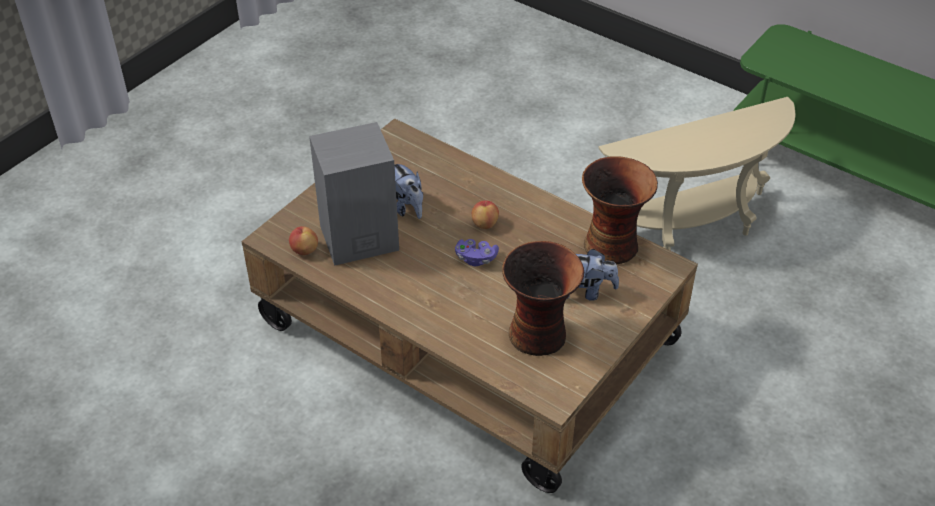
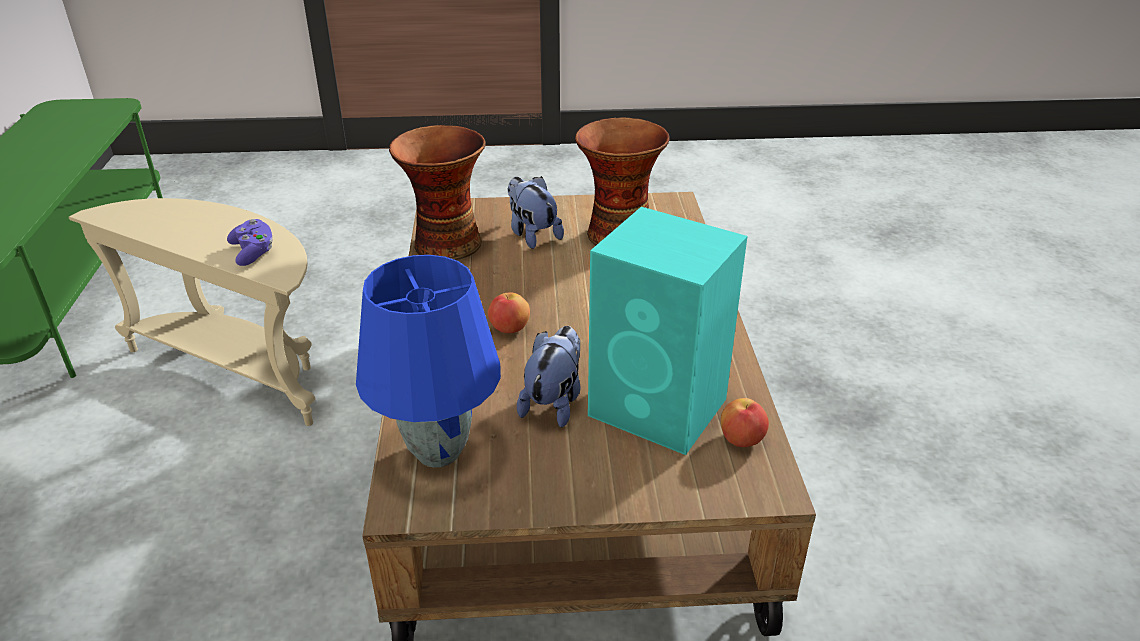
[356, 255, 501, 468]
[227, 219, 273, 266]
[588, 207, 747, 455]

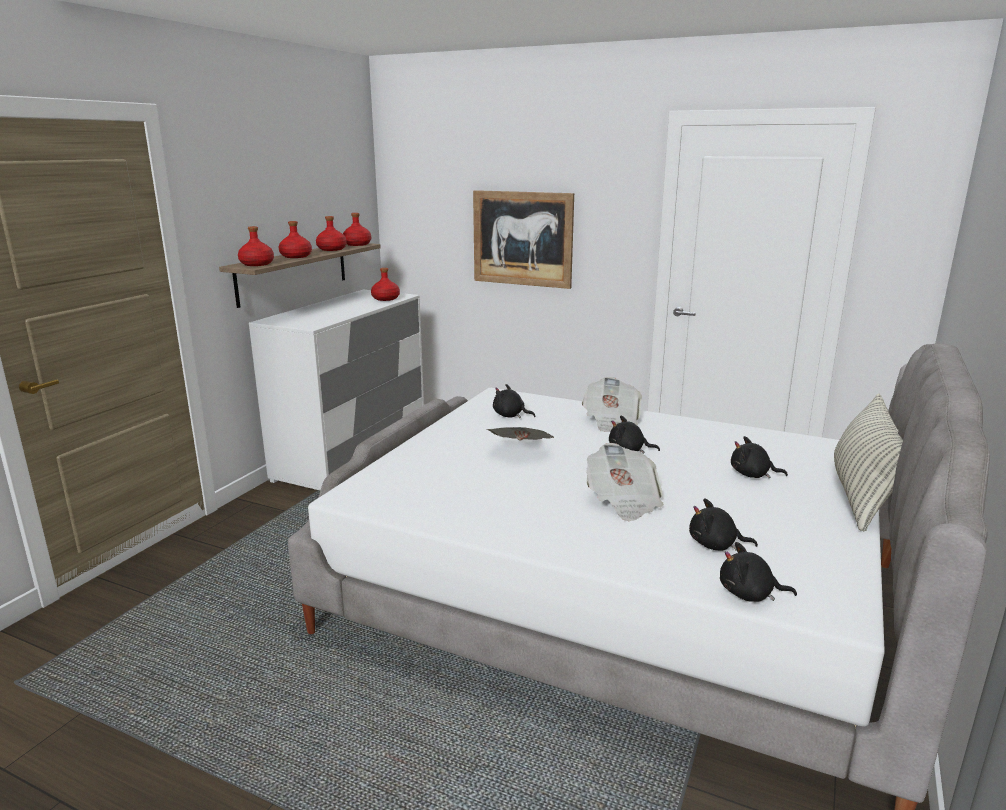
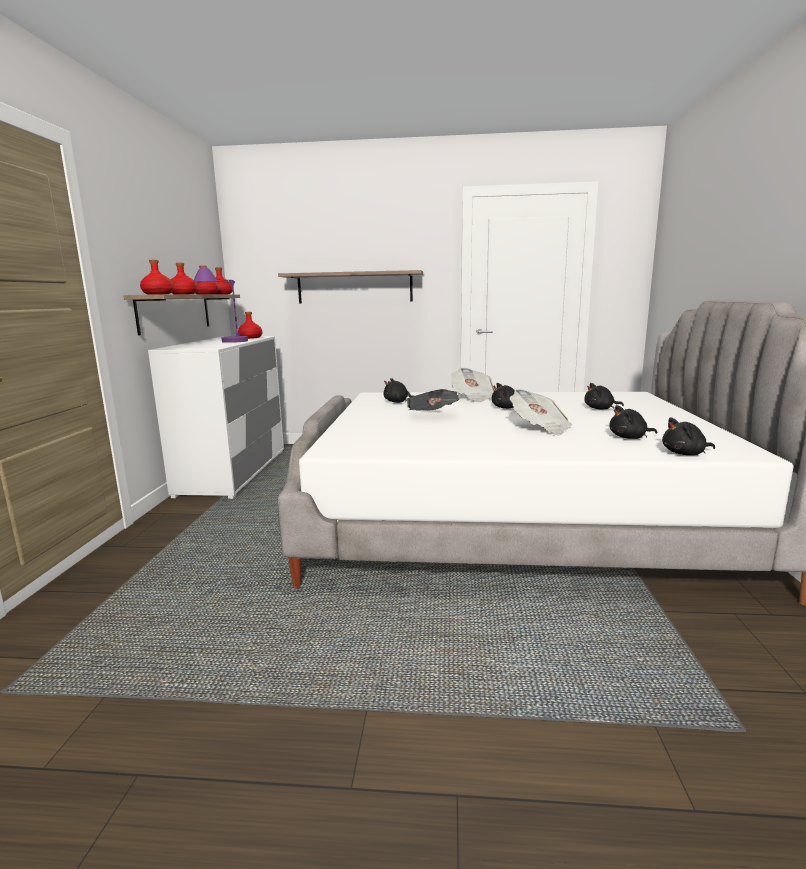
[834, 394, 903, 532] (first image)
[193, 267, 248, 343]
[278, 270, 423, 304]

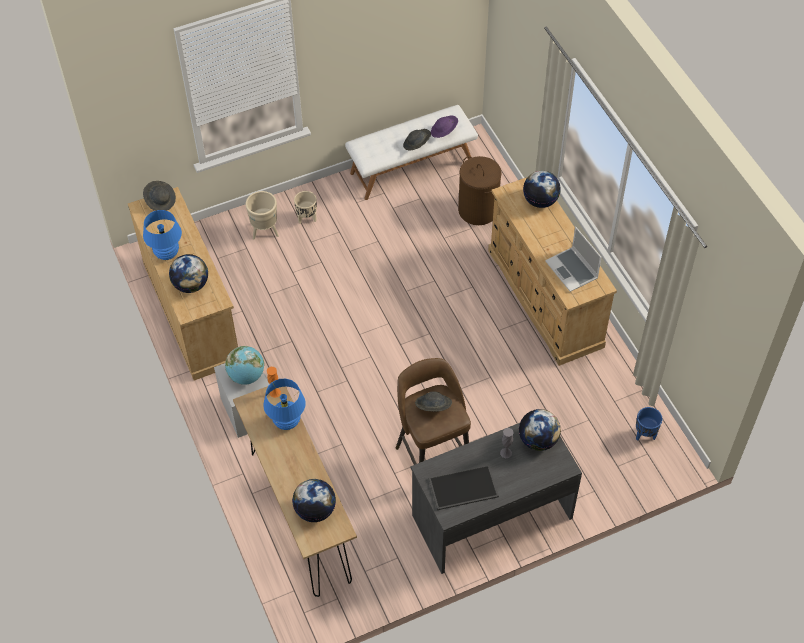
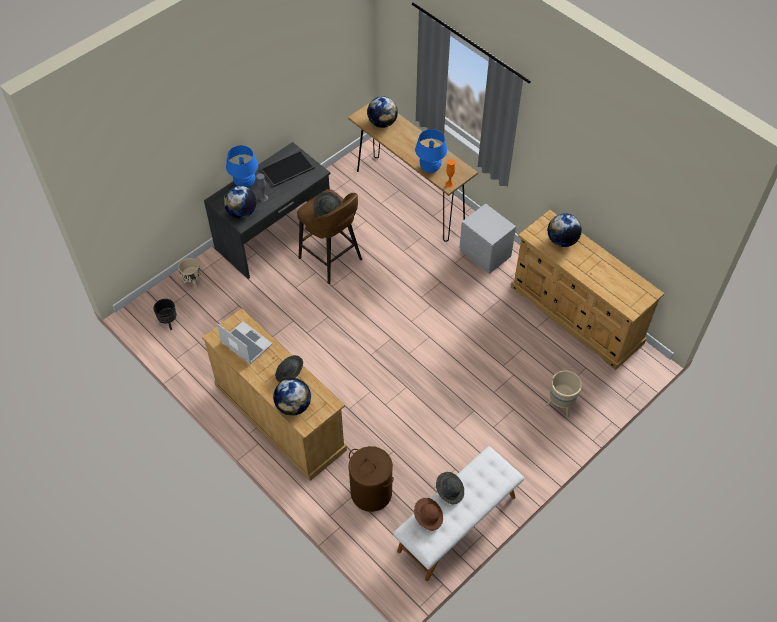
[225, 346, 265, 385] (first image)
[275, 355, 303, 382]
[226, 145, 258, 188]
[178, 258, 200, 289]
[414, 498, 443, 531]
[154, 299, 176, 330]

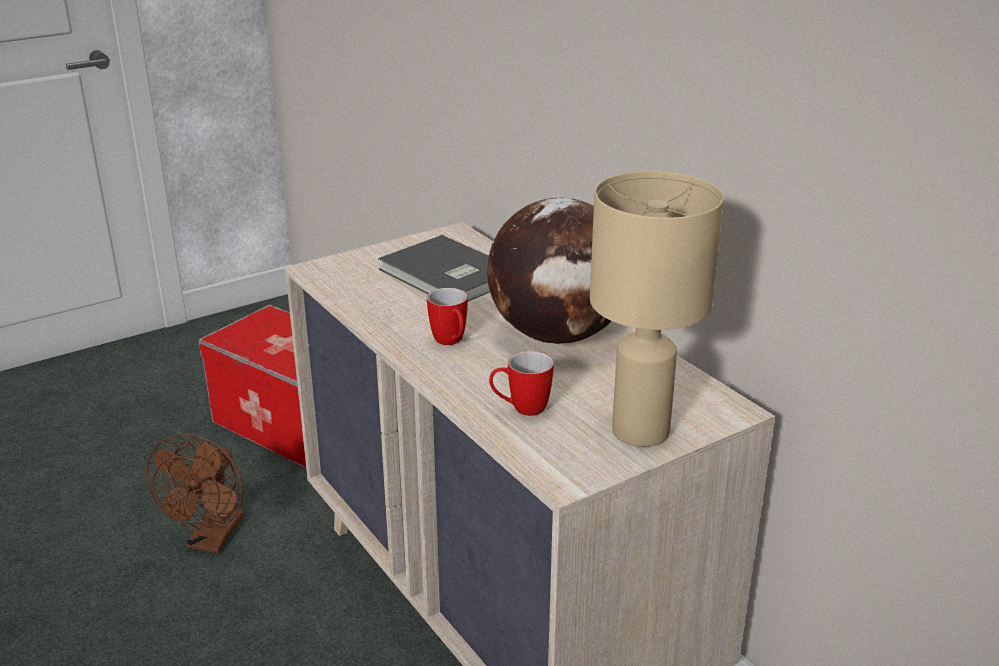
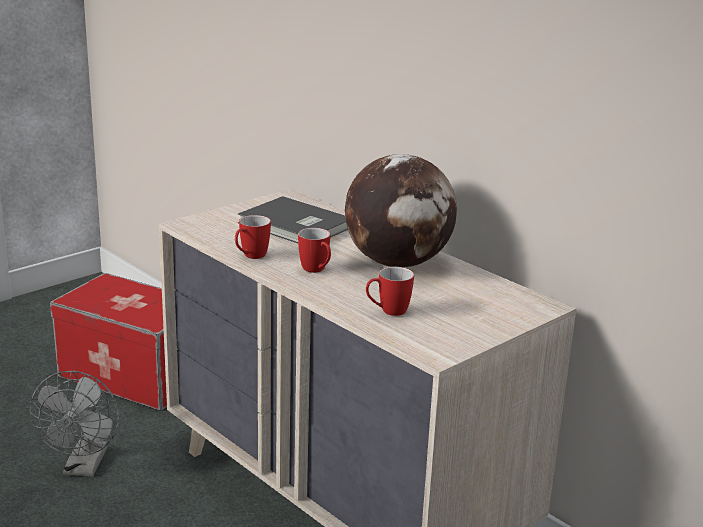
[590, 171, 724, 447] (first image)
[235, 215, 271, 259]
[30, 371, 120, 477]

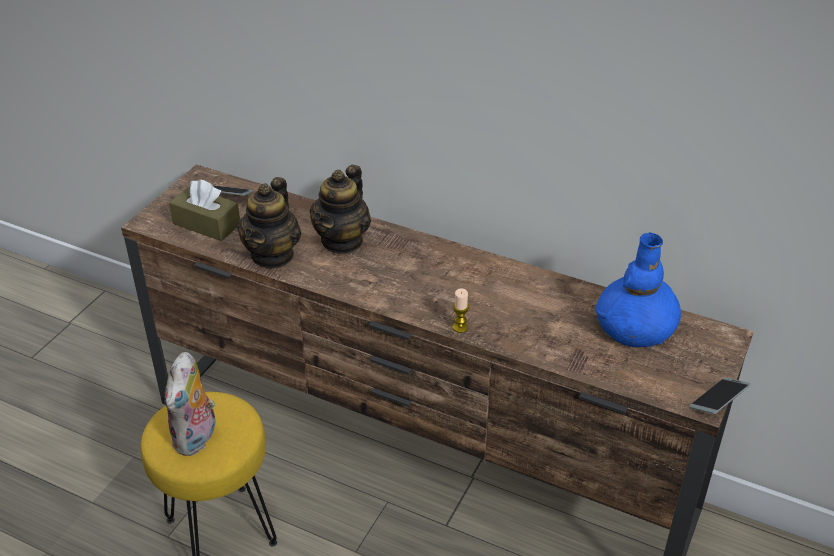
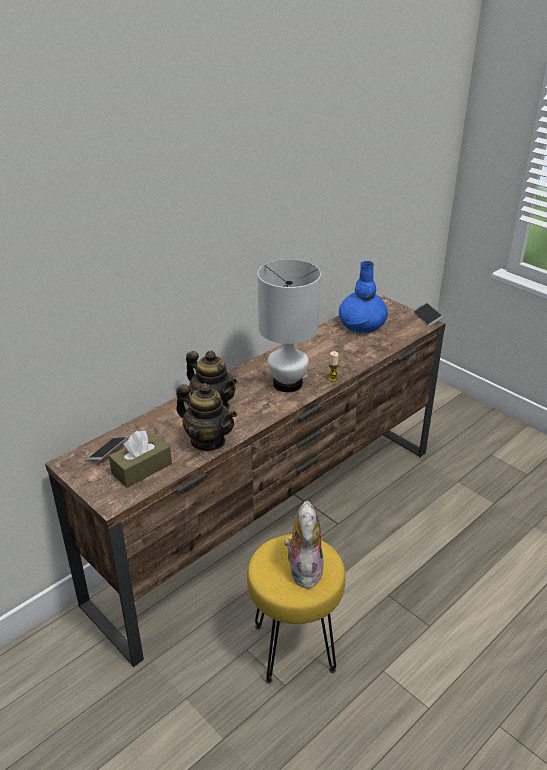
[258, 259, 321, 392]
[284, 501, 324, 590]

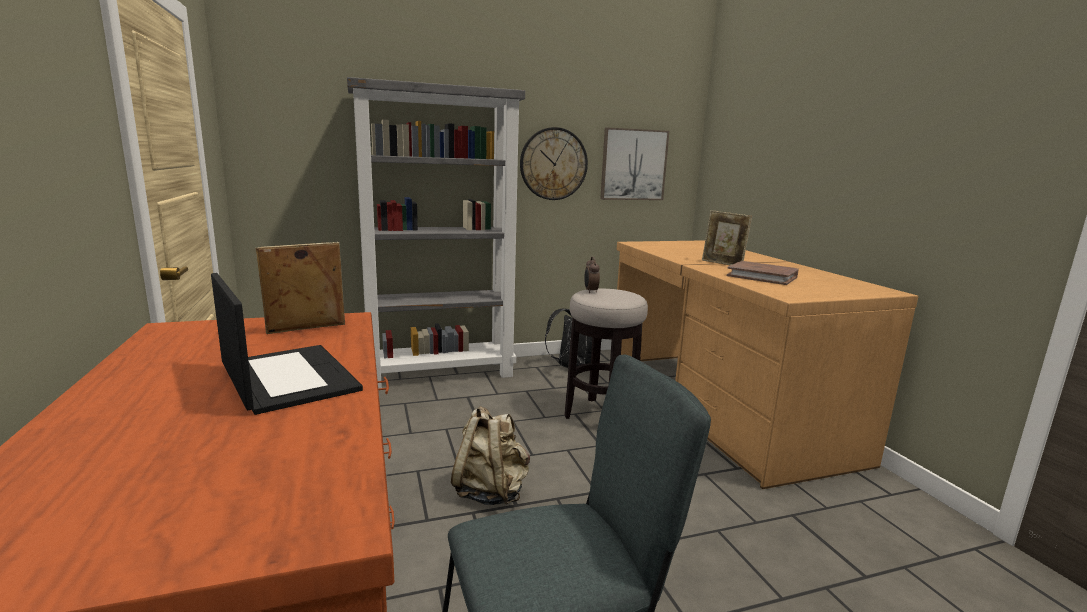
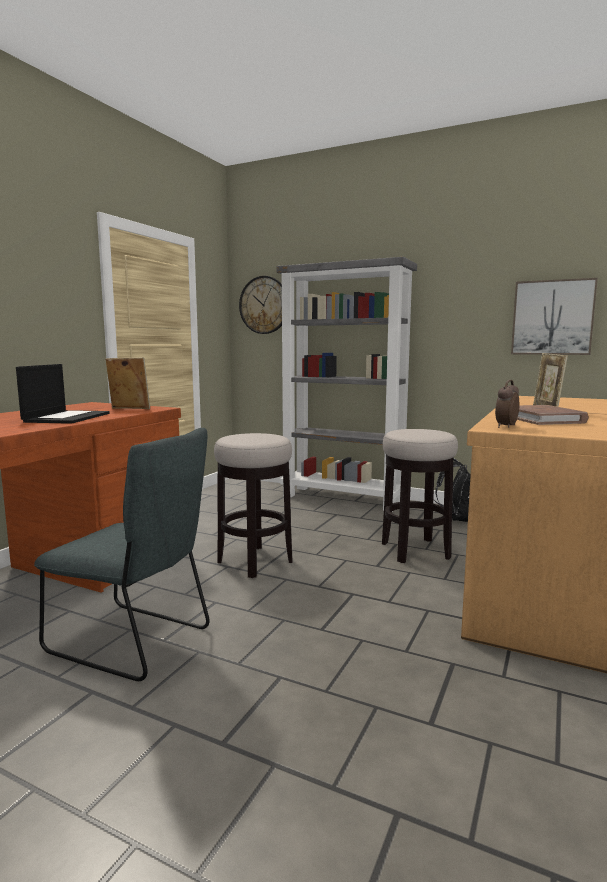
[239, 276, 282, 334]
[495, 380, 519, 428]
[214, 433, 292, 578]

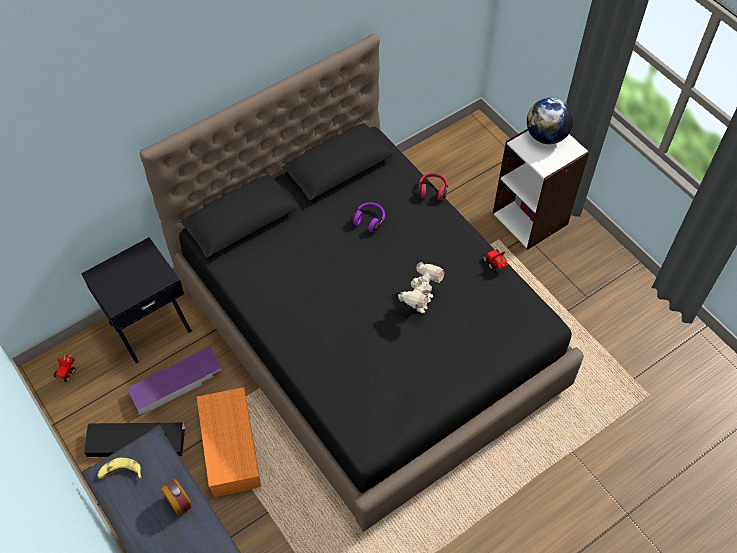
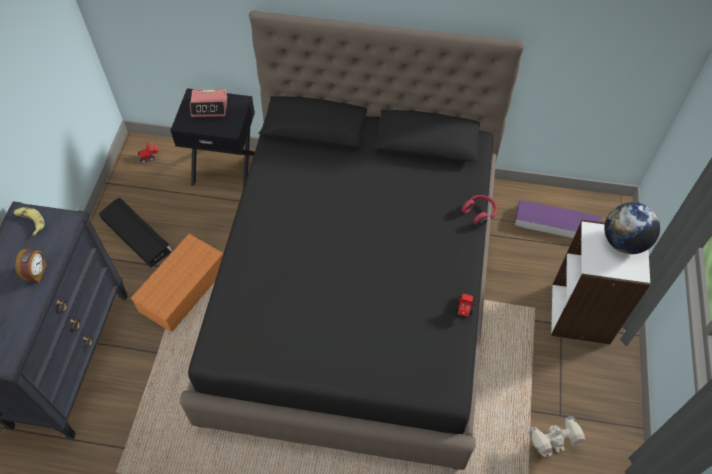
[351, 203, 385, 232] (first image)
[190, 89, 227, 117]
[514, 200, 601, 238]
[529, 416, 585, 457]

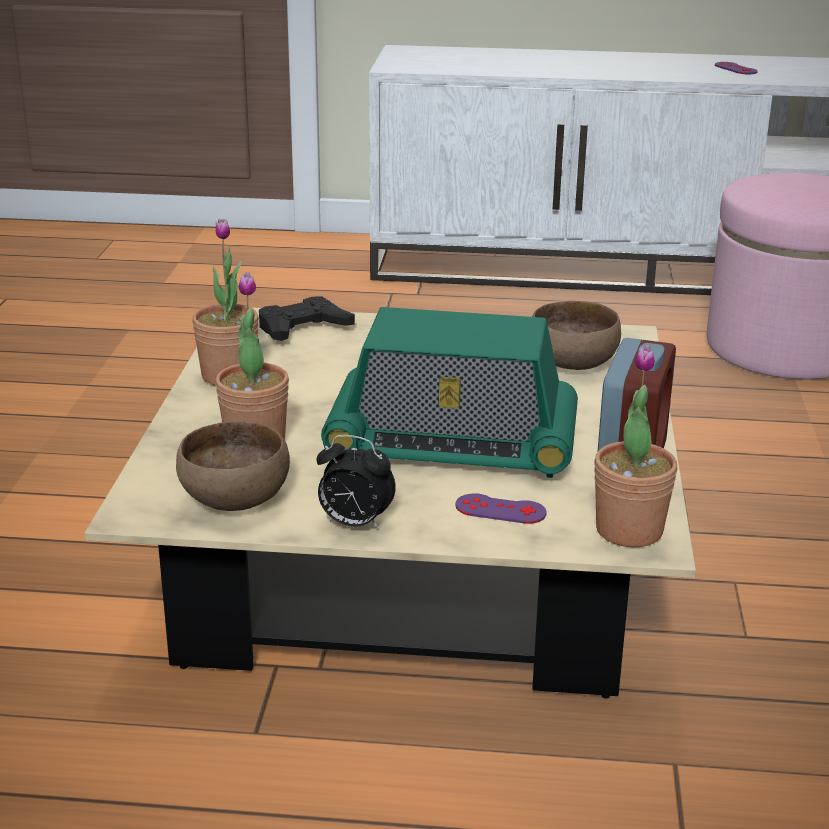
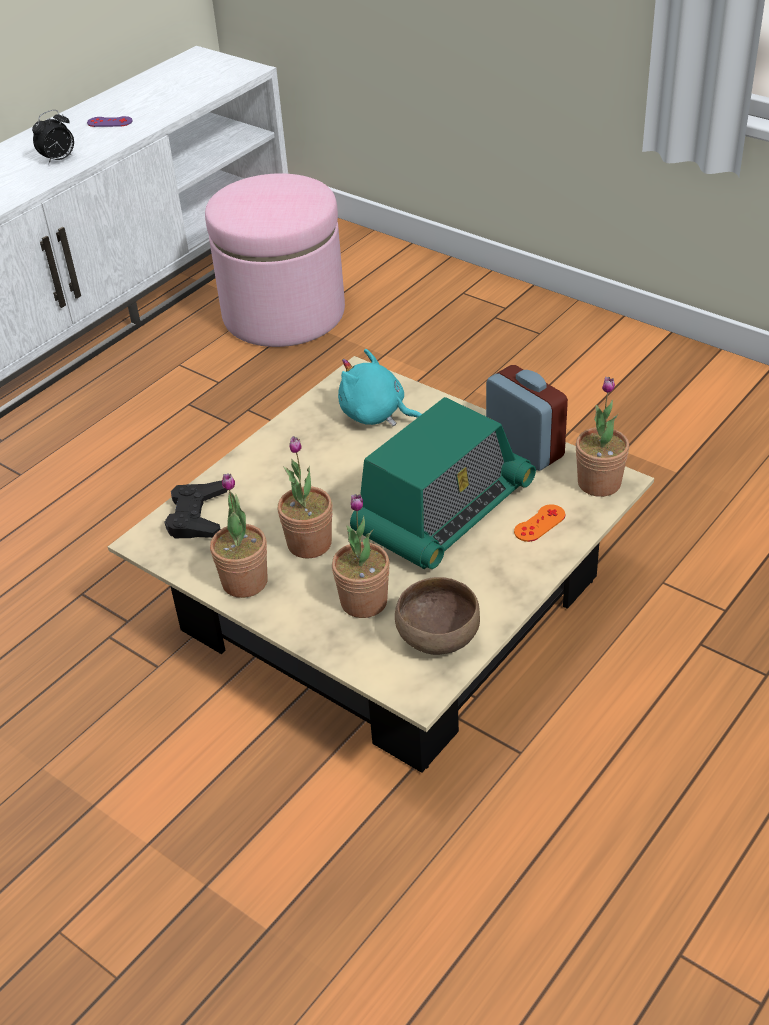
[278, 436, 332, 559]
[32, 110, 74, 165]
[338, 349, 422, 427]
[514, 504, 565, 542]

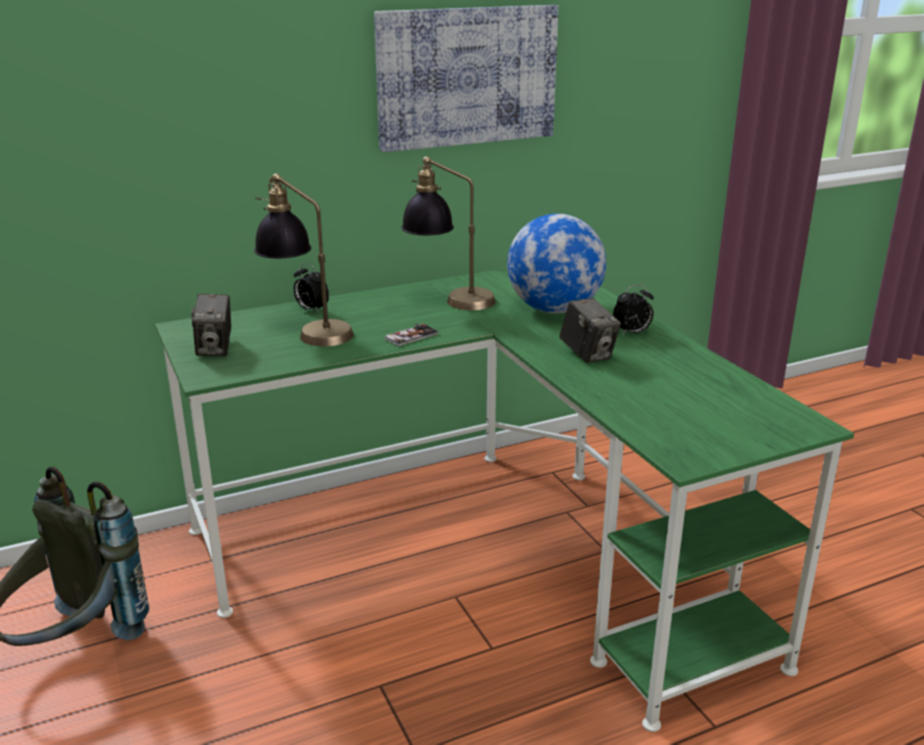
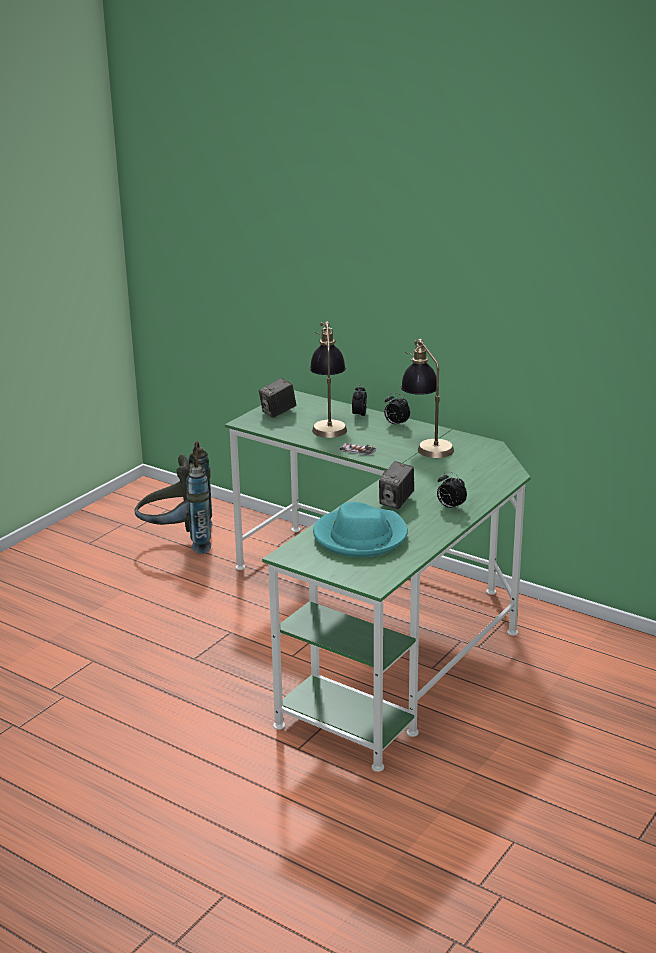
[374, 5, 558, 152] (first image)
[507, 214, 606, 313] (first image)
[313, 502, 408, 557]
[384, 393, 410, 427]

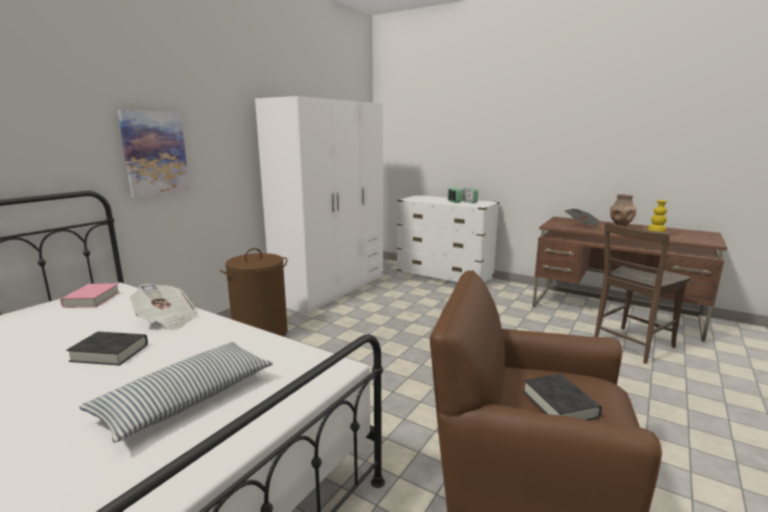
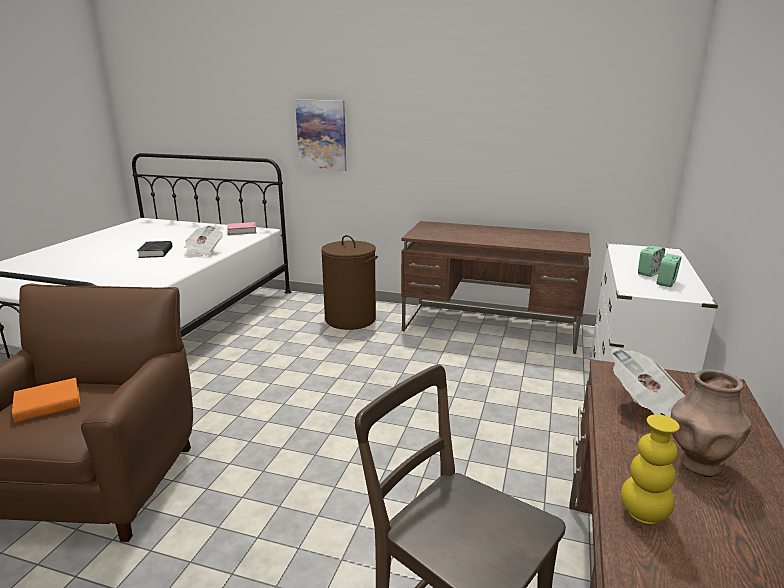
[79, 342, 273, 443] (first image)
[401, 221, 591, 354]
[12, 378, 80, 423]

